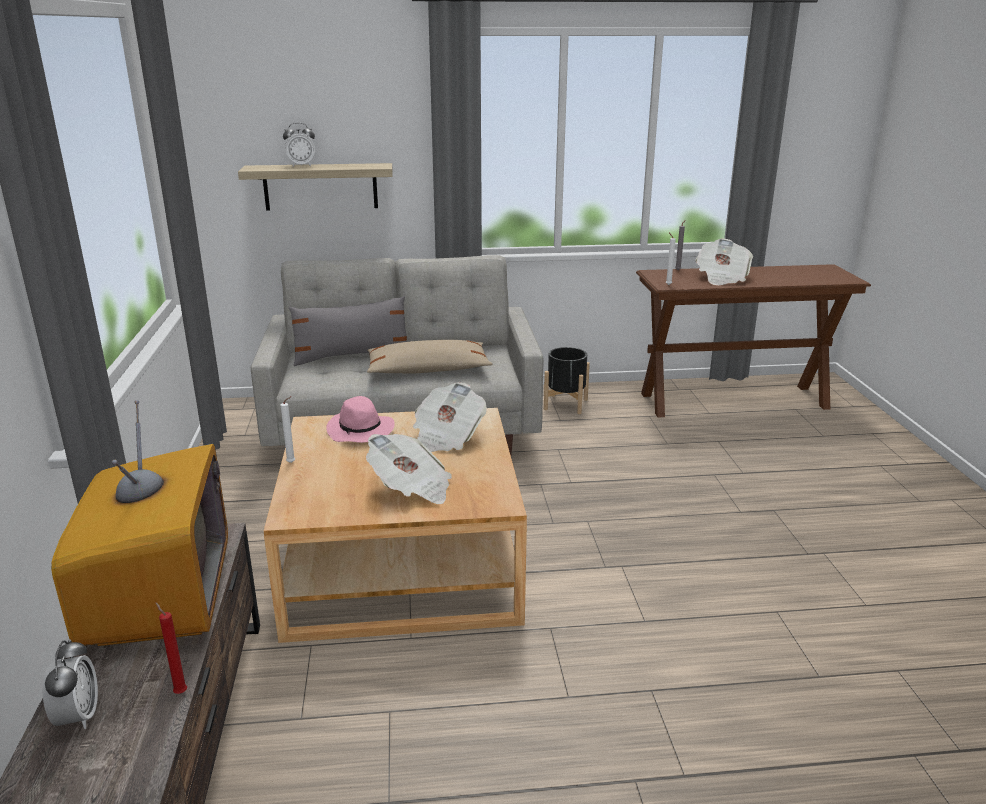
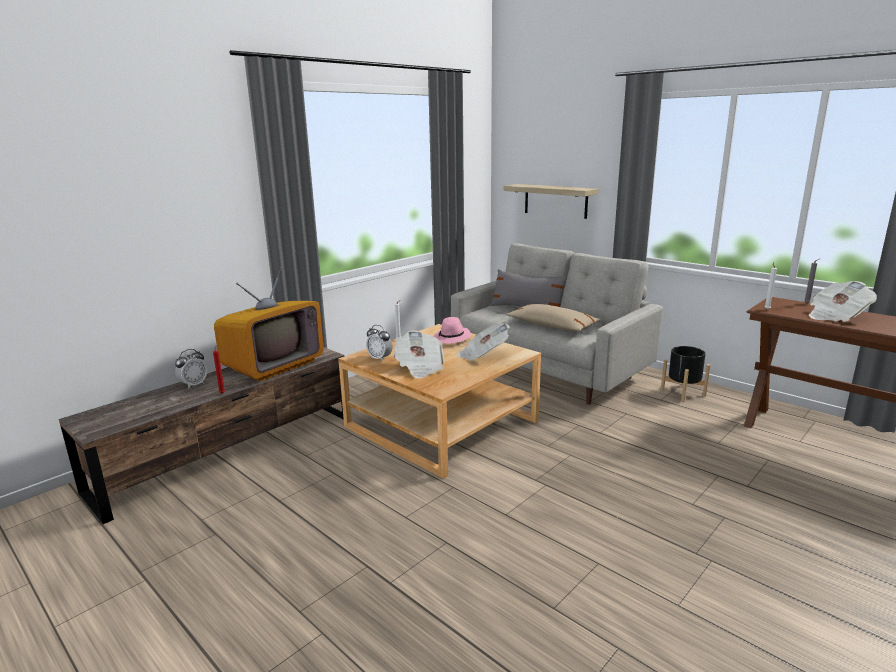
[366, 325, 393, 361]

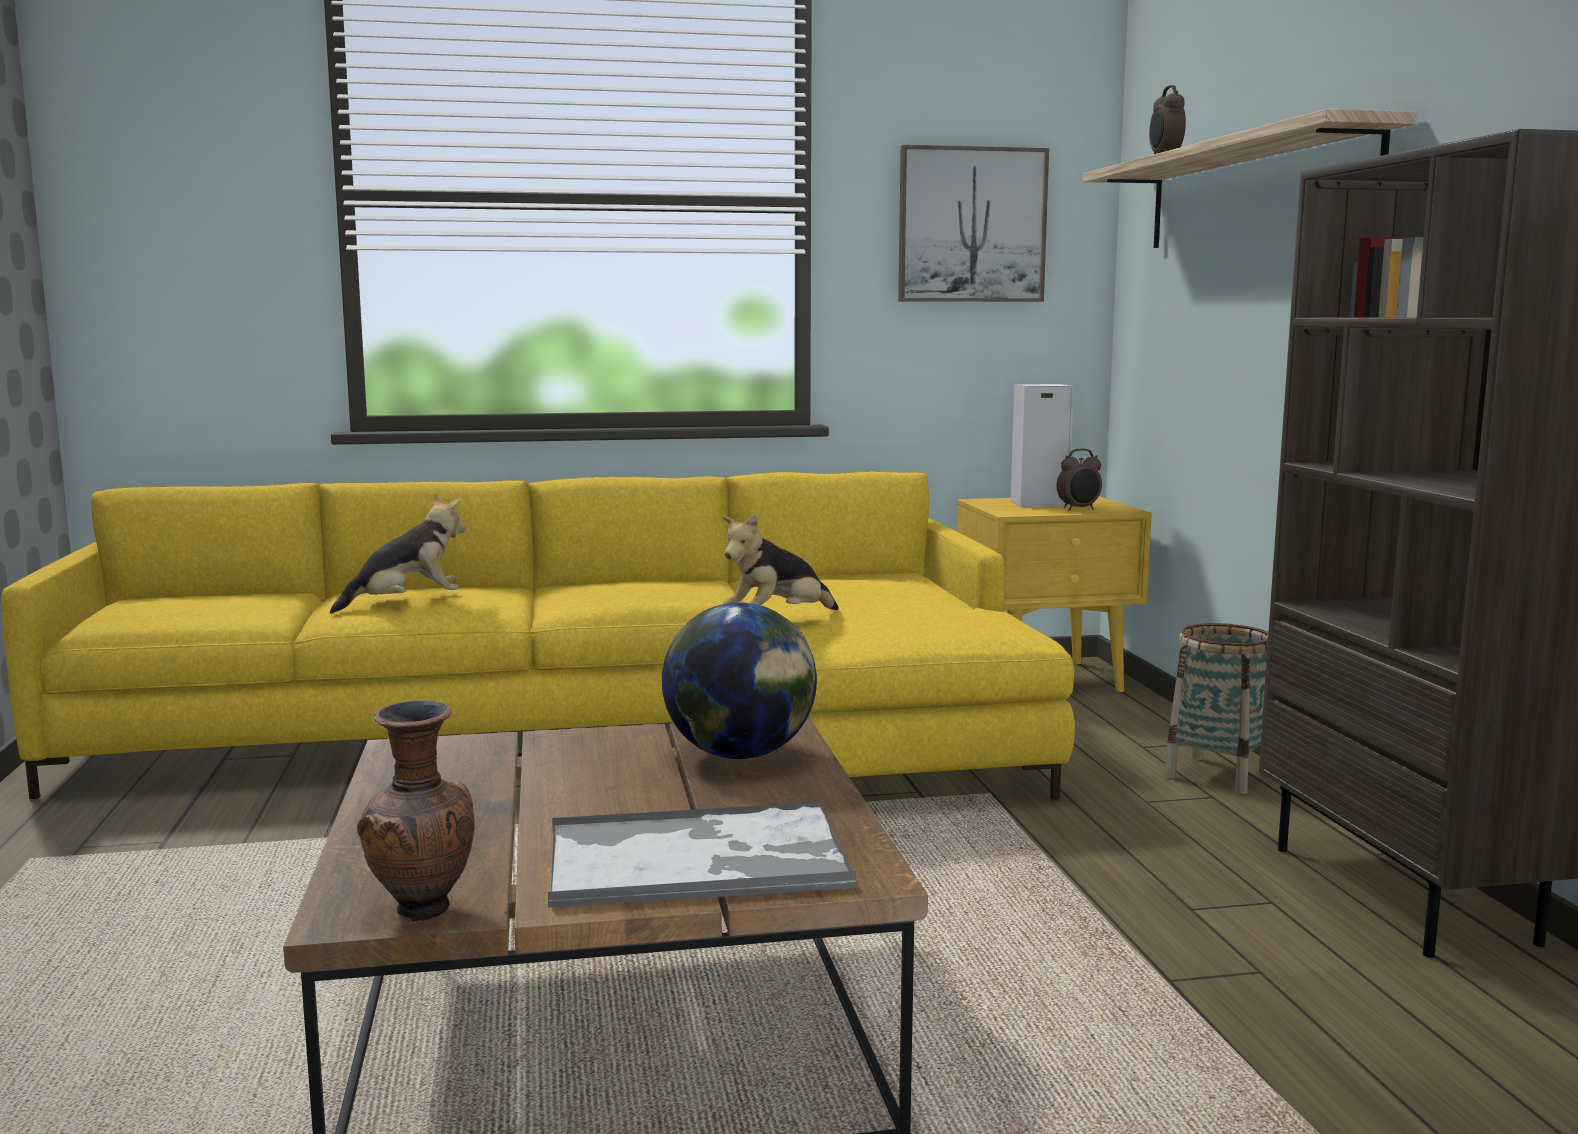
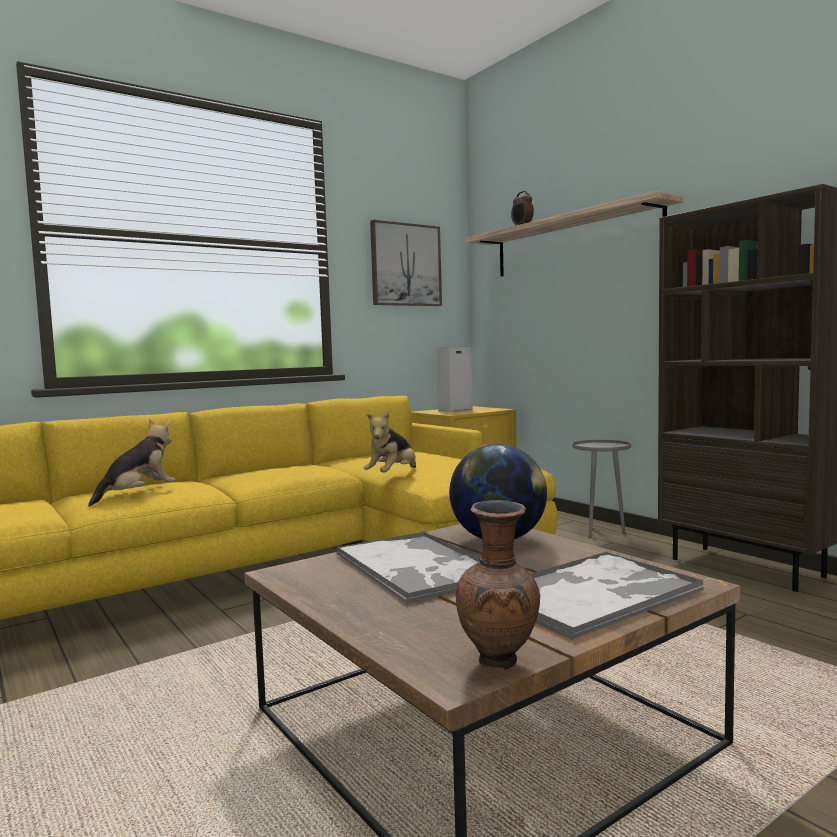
[1057, 449, 1102, 510] (first image)
[337, 532, 480, 604]
[572, 440, 631, 538]

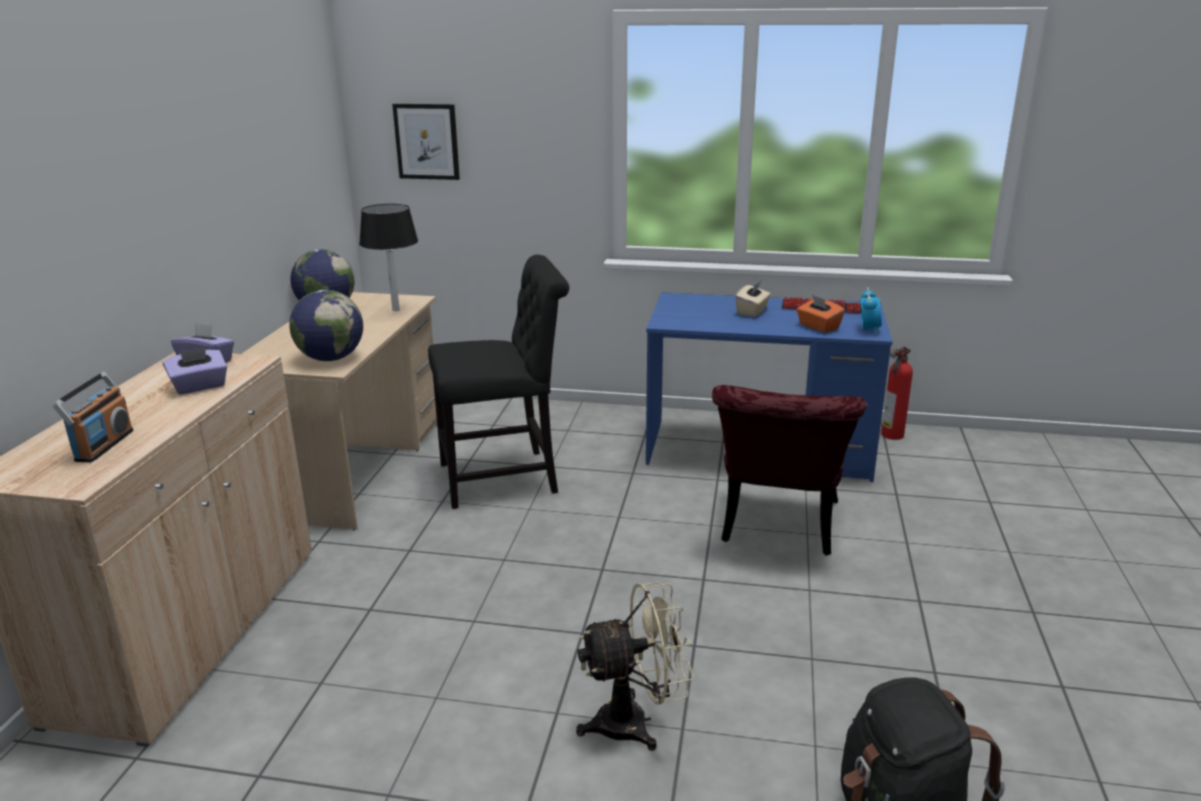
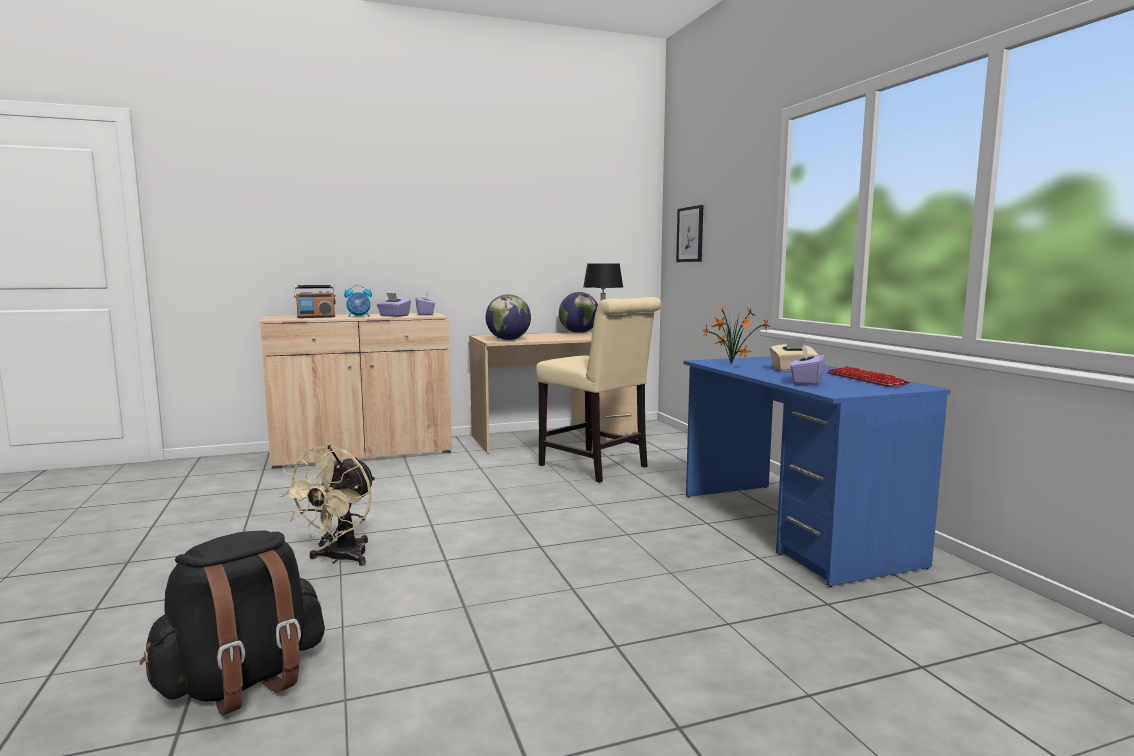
[712, 385, 866, 556] (first image)
[881, 346, 913, 440] (first image)
[702, 303, 770, 364]
[344, 285, 372, 317]
[536, 297, 661, 483]
[790, 346, 825, 385]
[279, 445, 375, 566]

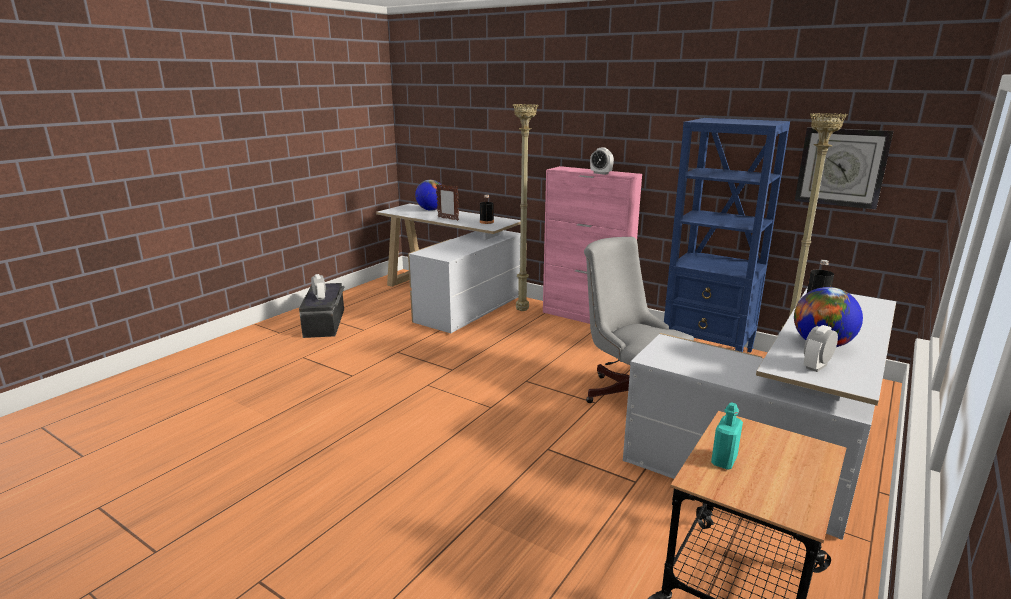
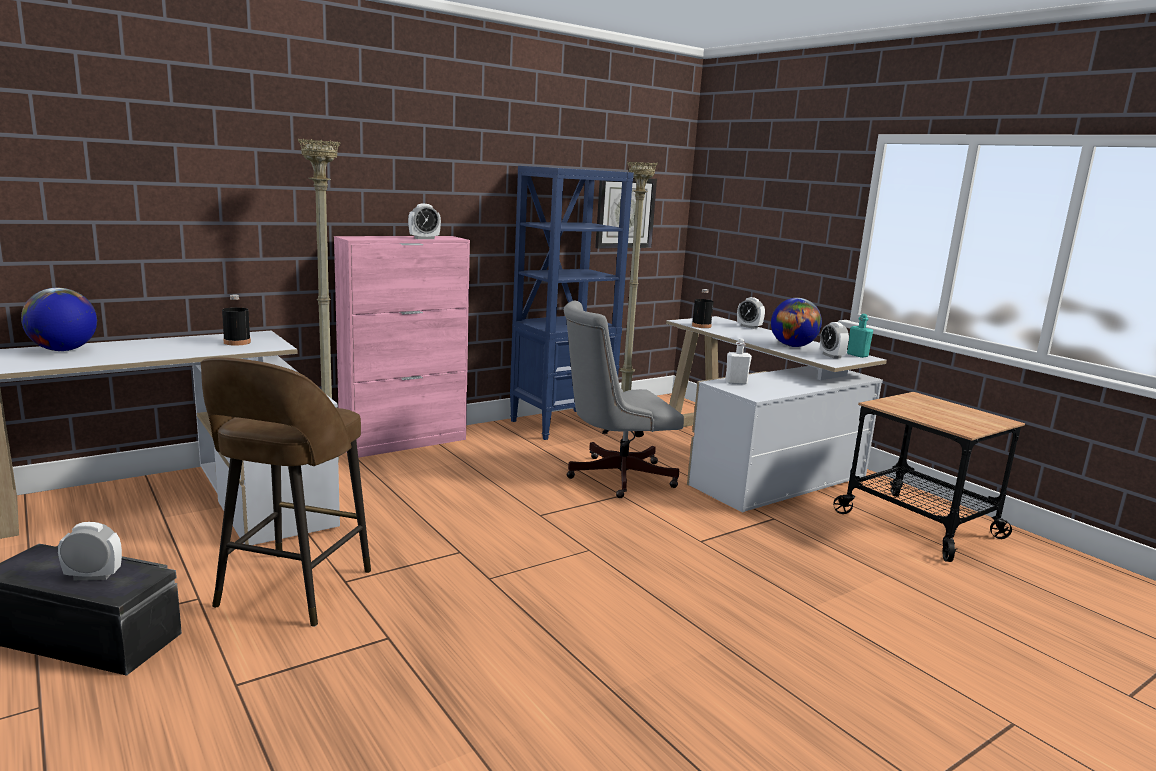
[436, 184, 459, 221] (first image)
[201, 357, 371, 627]
[725, 338, 752, 385]
[737, 297, 765, 329]
[847, 314, 873, 358]

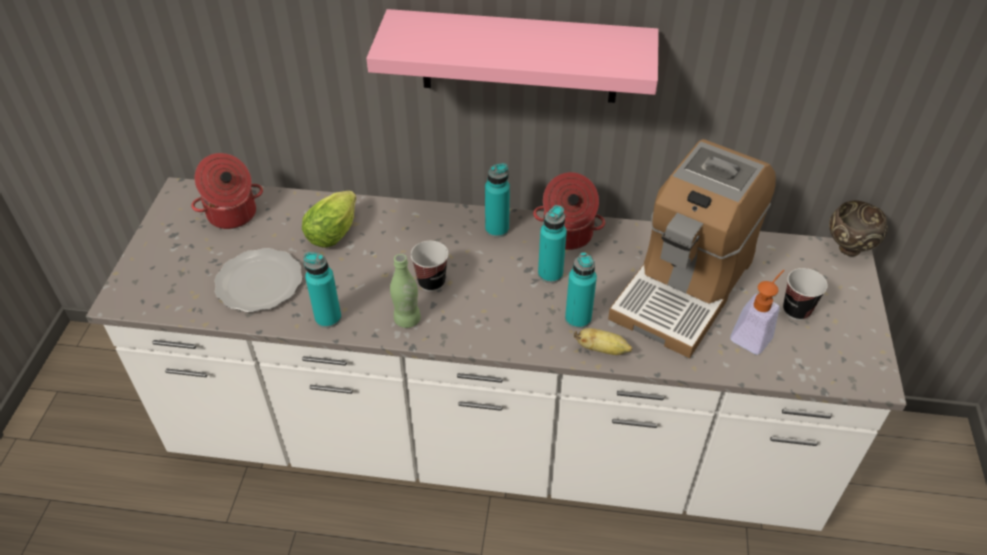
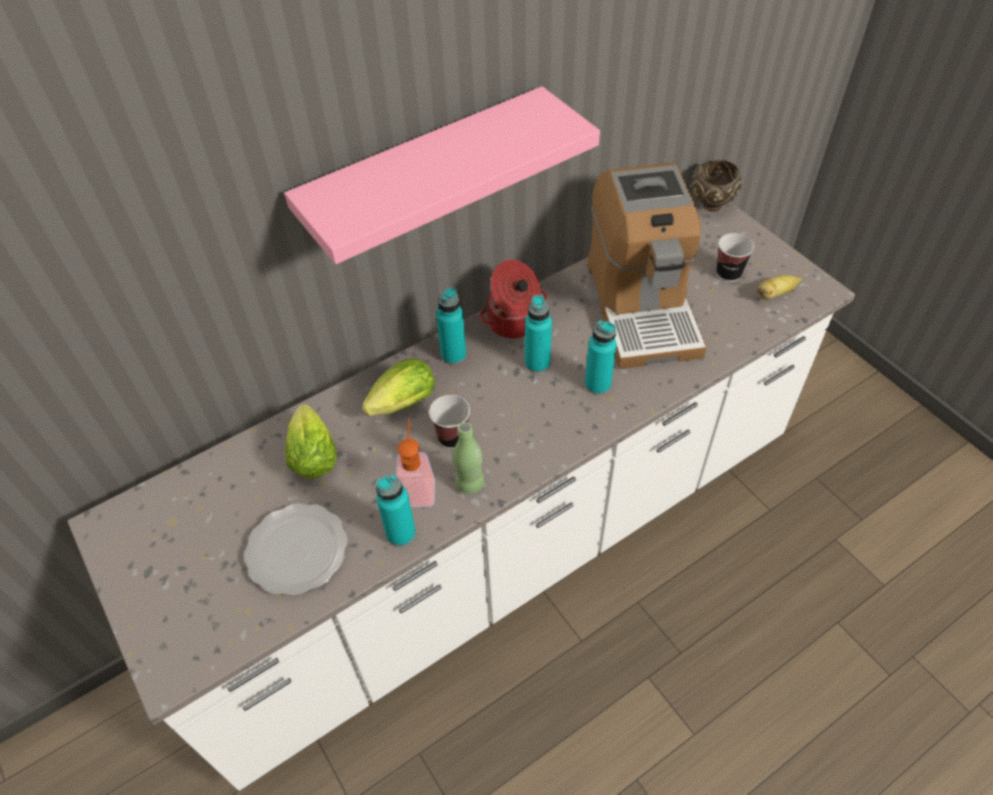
[191, 153, 263, 229] (first image)
[362, 358, 435, 416]
[758, 275, 803, 300]
[396, 418, 435, 508]

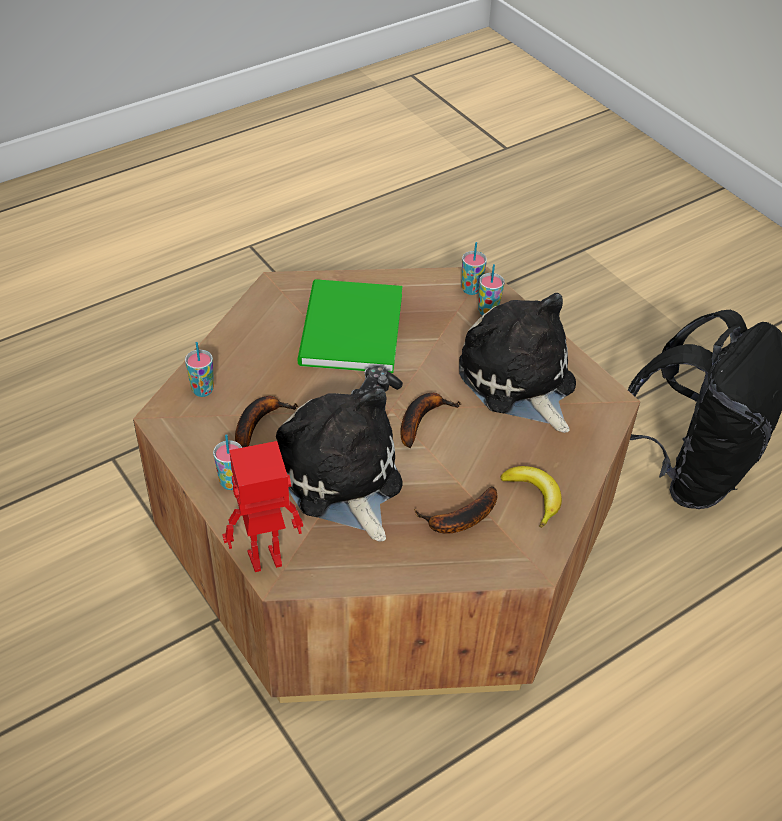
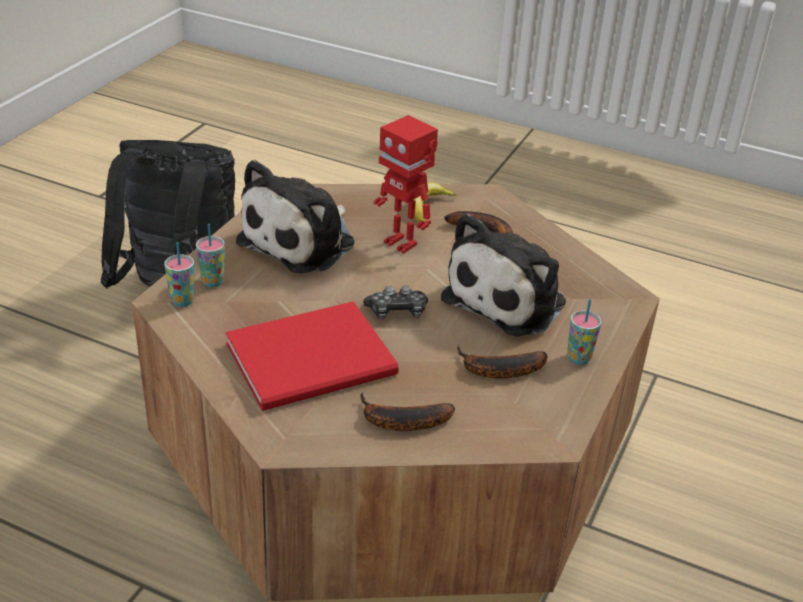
[185, 342, 214, 397] (first image)
[374, 115, 438, 254]
[360, 392, 455, 431]
[226, 301, 399, 411]

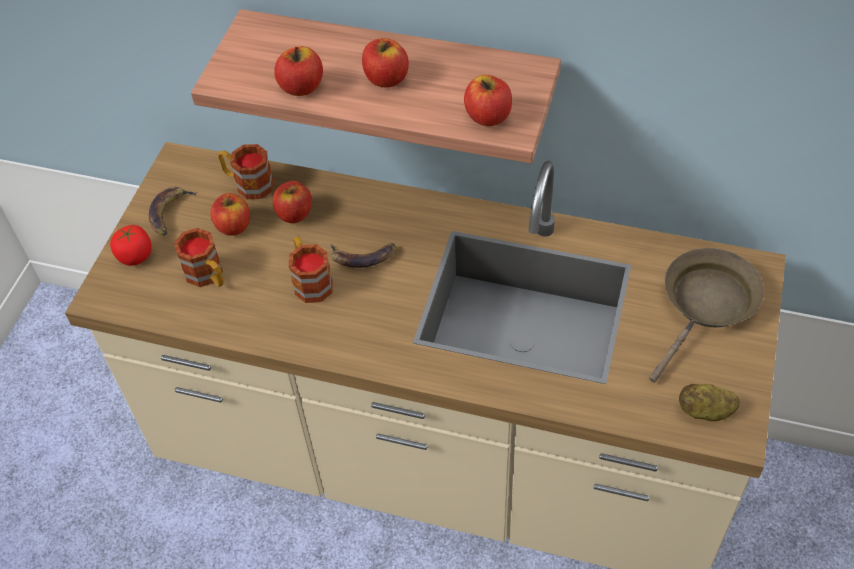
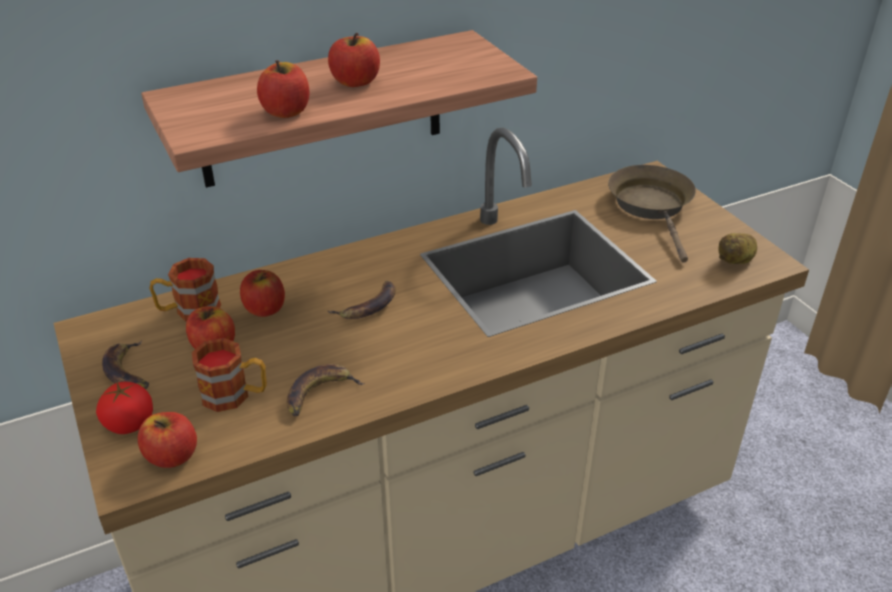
[289, 237, 333, 303] (first image)
[287, 364, 365, 416]
[138, 412, 197, 468]

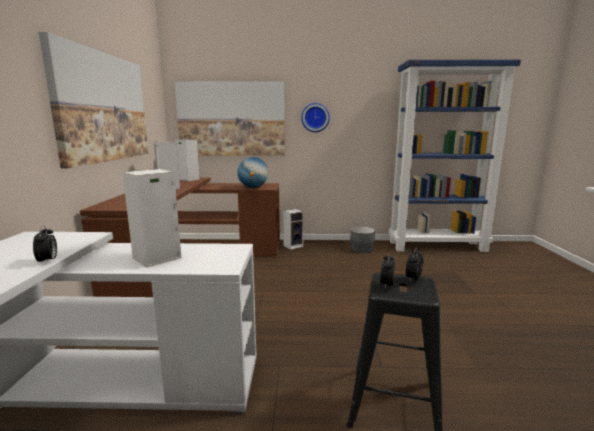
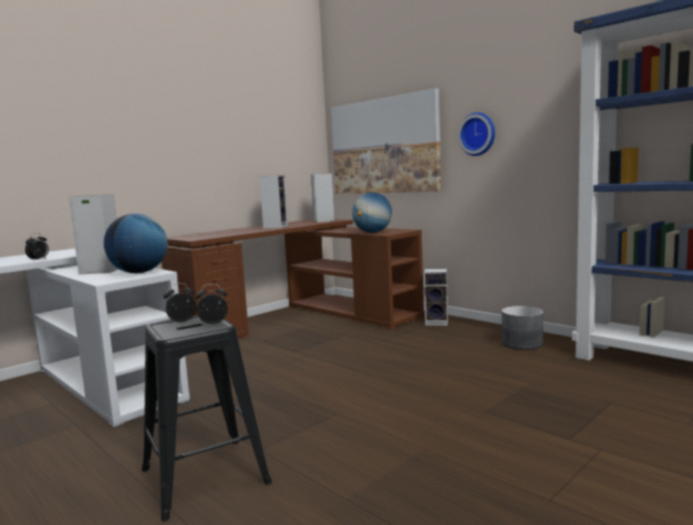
[38, 32, 148, 168] (first image)
[104, 214, 168, 273]

